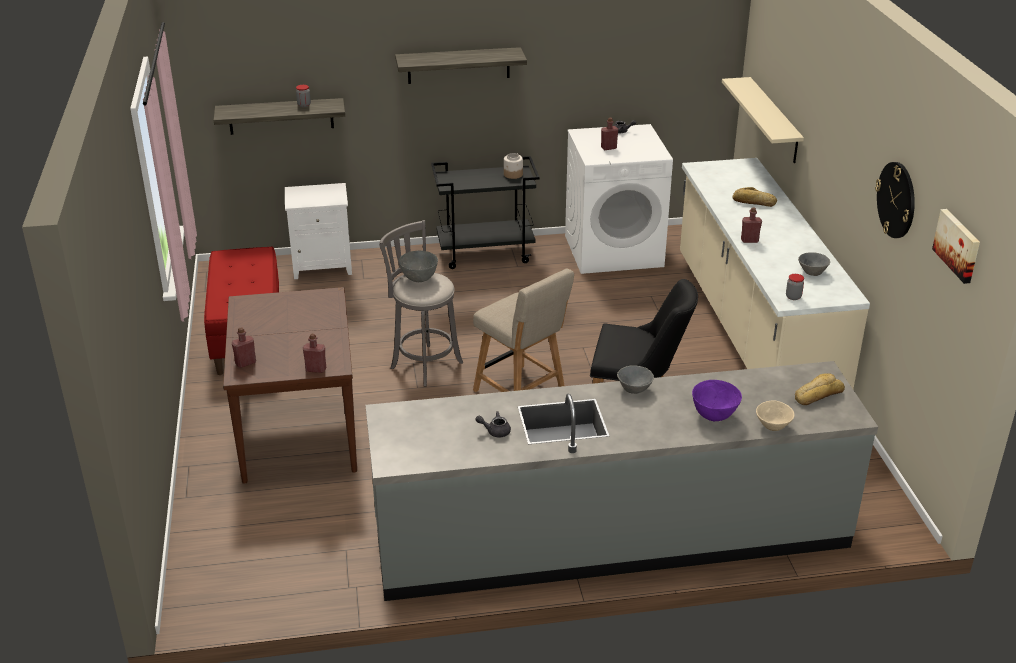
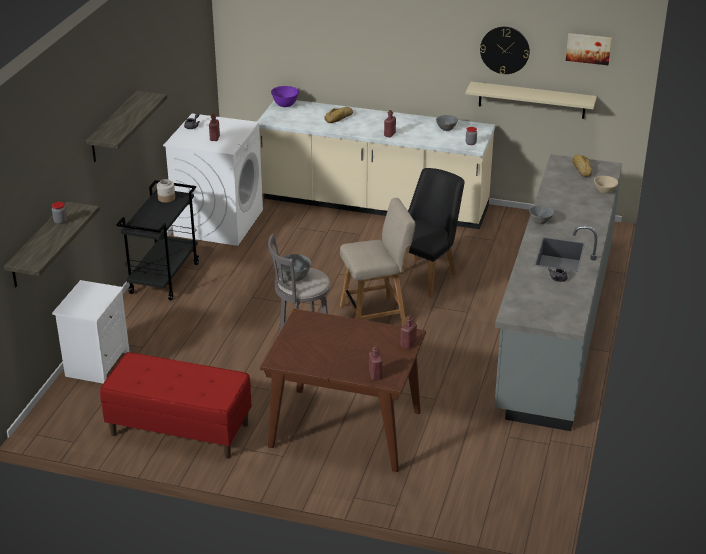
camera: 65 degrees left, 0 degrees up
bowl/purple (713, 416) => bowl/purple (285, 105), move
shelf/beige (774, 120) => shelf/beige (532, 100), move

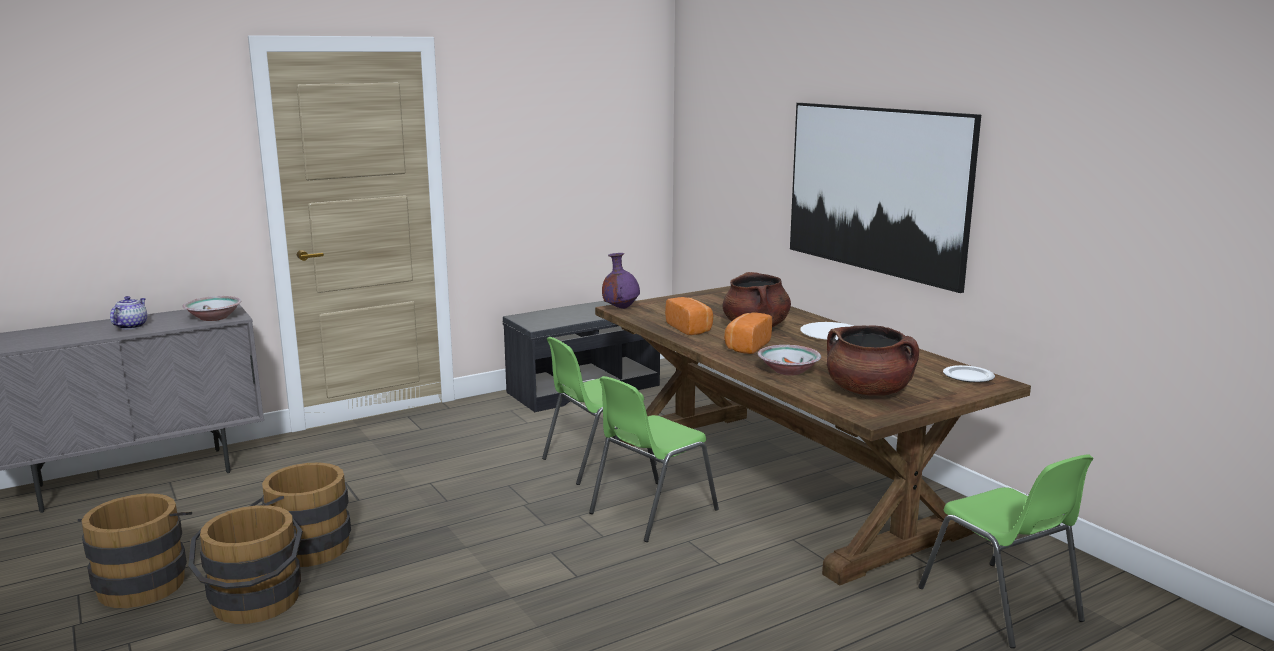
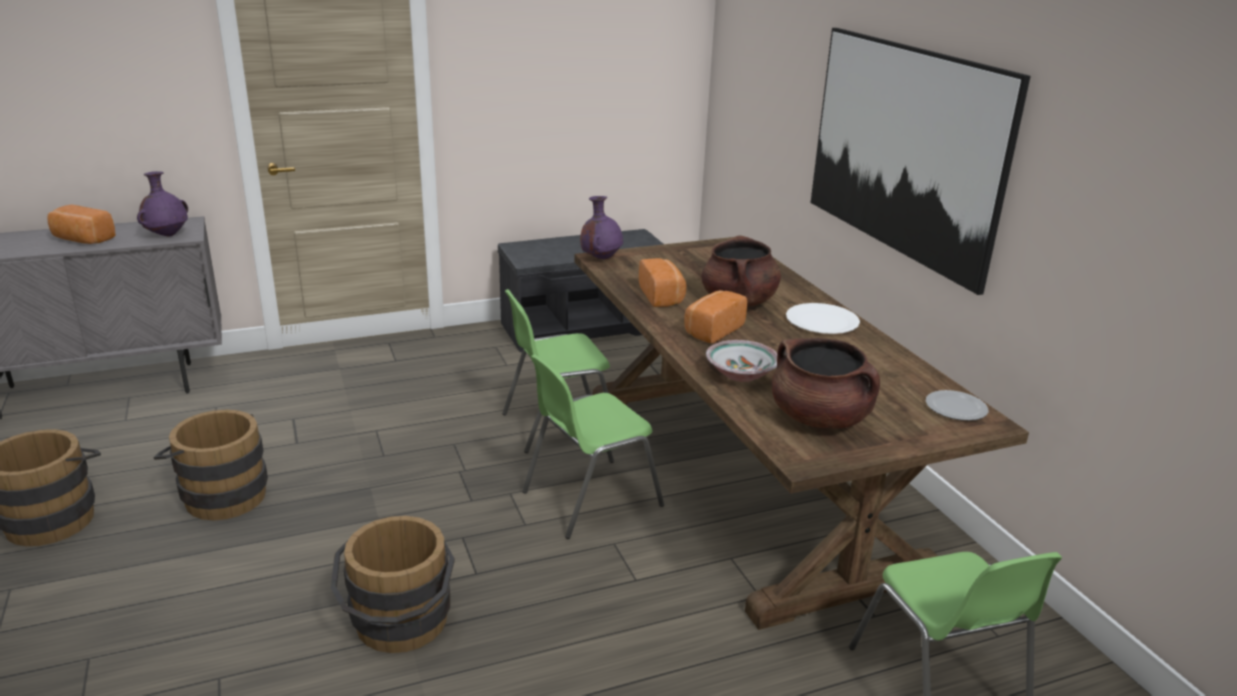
camera: 10 degrees right, 10 degrees up
teapot (131, 326) => bread (82, 239)
bowl (214, 317) => vase/purple (167, 235)
bucket/brown (255, 605) => bucket/brown (400, 627), move

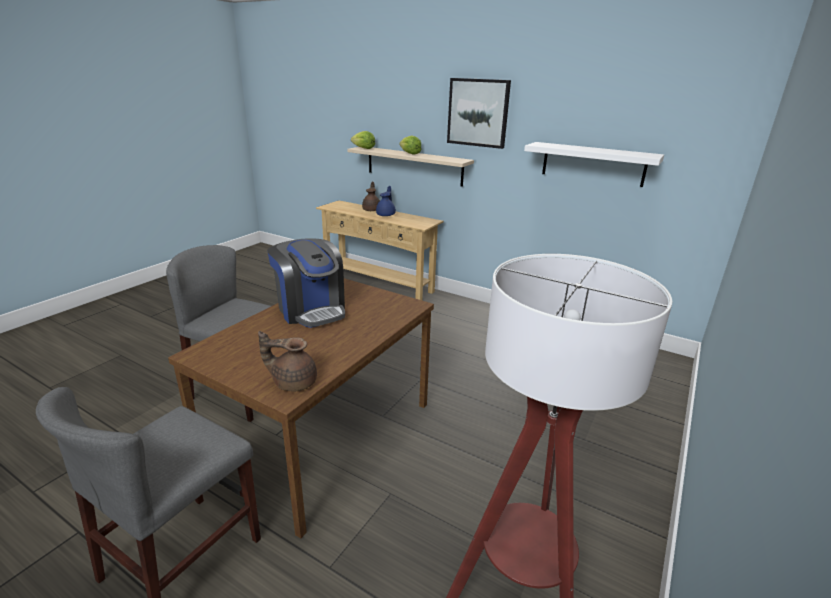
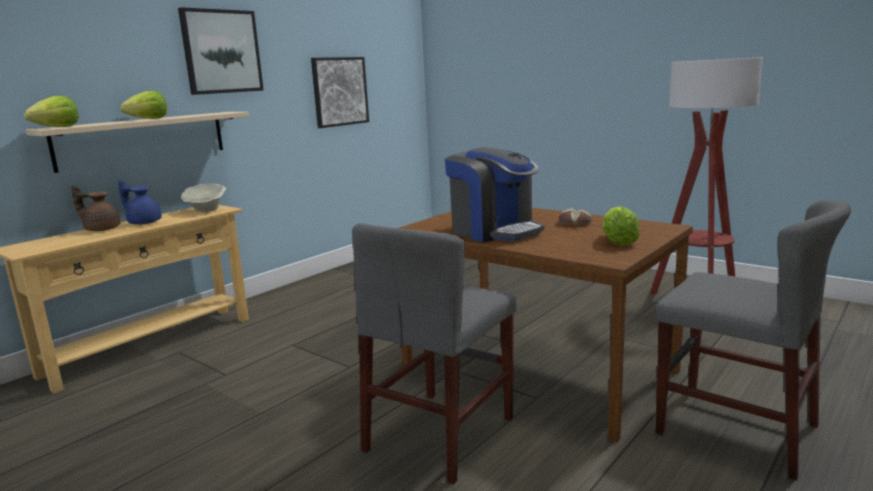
camera: 80 degrees left, 10 degrees down
teapot/brown (293, 382) => nothing
coffee machine (311, 310) => coffee machine (494, 231), 75 degrees clockwise
shelf/white (593, 164) => picture (339, 91)
nothing => bowl/beige (206, 210)
nothing => bread (574, 223)
nothing => lettuce (618, 241)

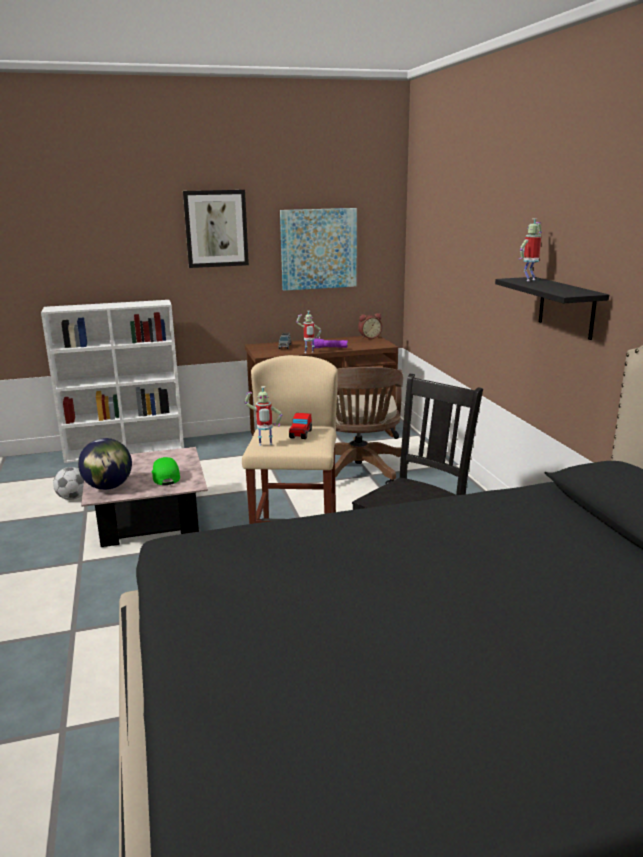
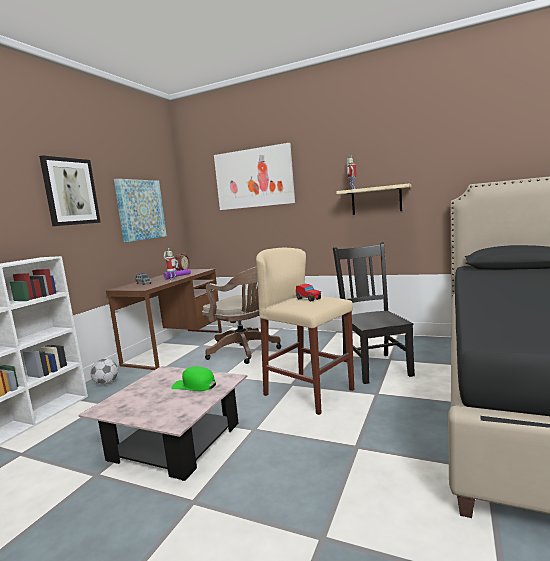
camera: 50 degrees left, 10 degrees down
football (73, 498) => football (106, 383), move
globe (108, 487) => nothing
toy robot (265, 445) => nothing
shelf/black (566, 307) => shelf/beige (376, 200)
nothing => picture (254, 178)

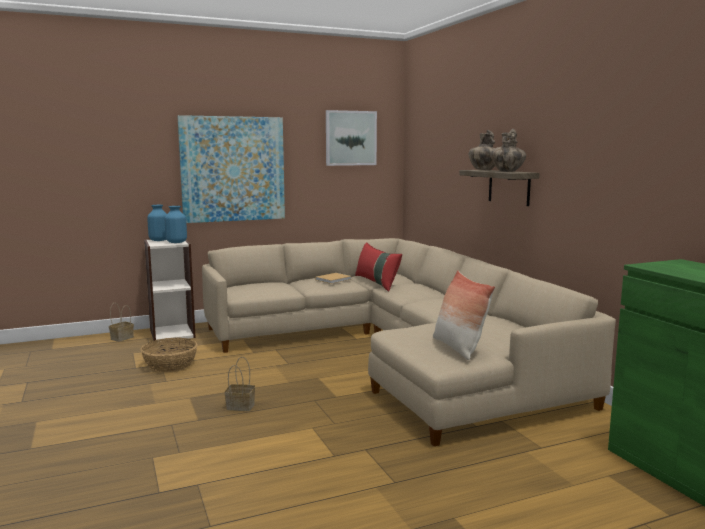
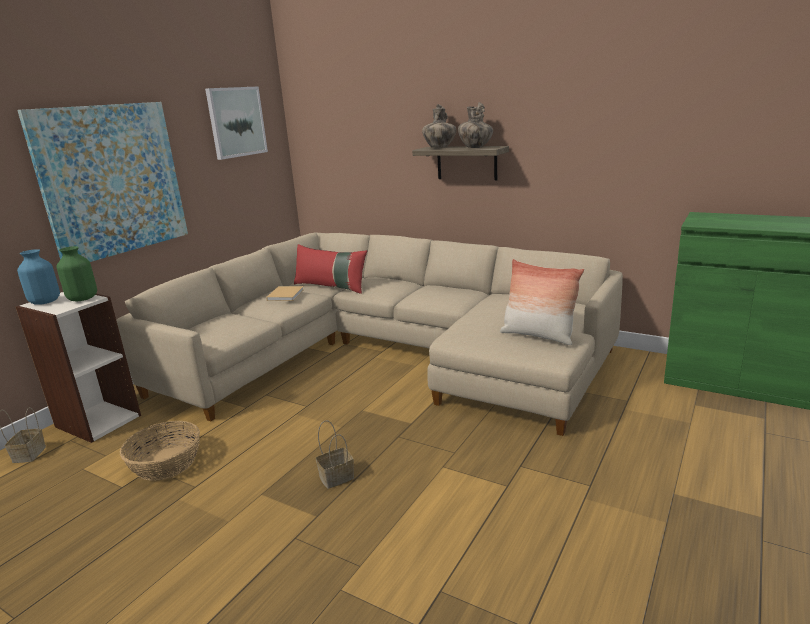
camera: 35 degrees left, 10 degrees up
vase/blue (176, 242) => vase/green (82, 299)

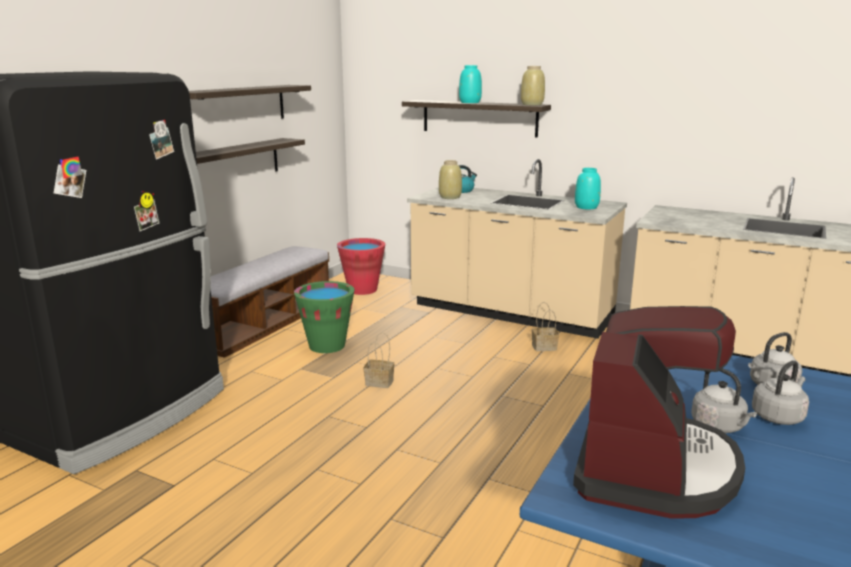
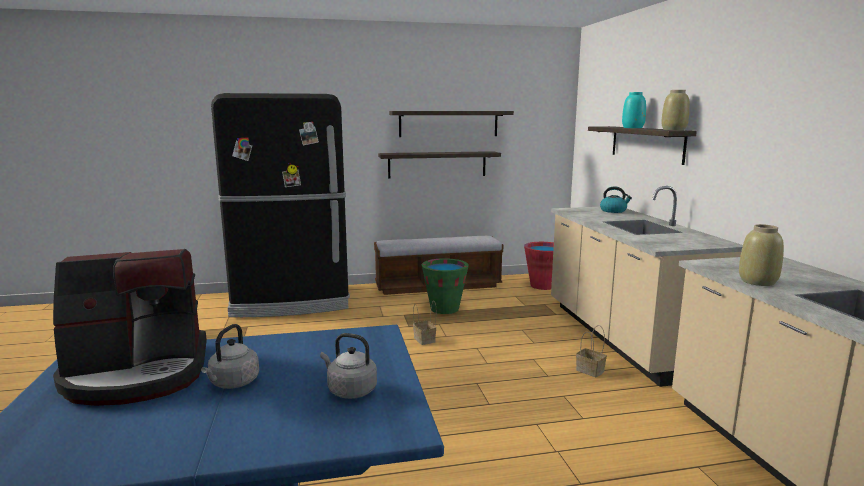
camera: 50 degrees right, 5 degrees down
vase/beige (450, 197) => vase/beige (757, 281), move
vase/turquoise (586, 207) => nothing
kettle/grey (778, 416) => nothing

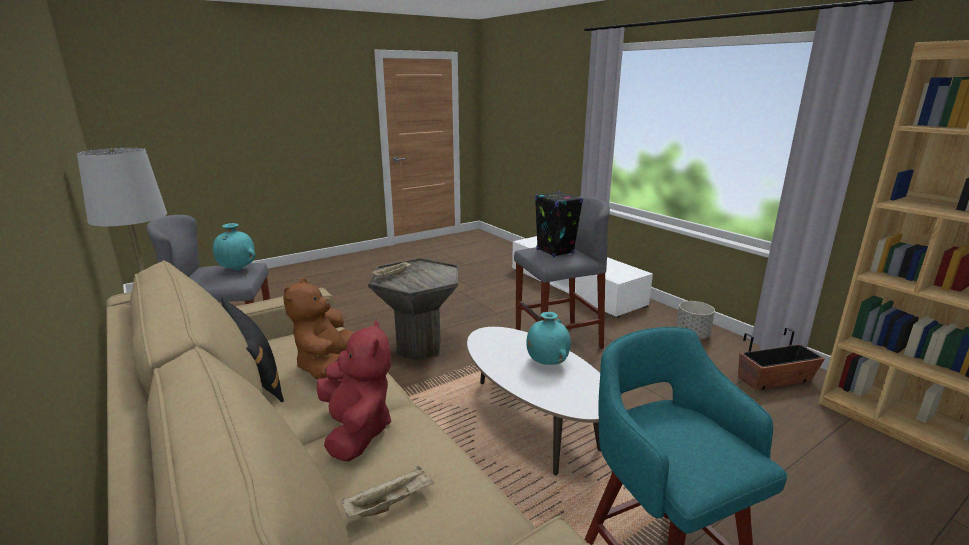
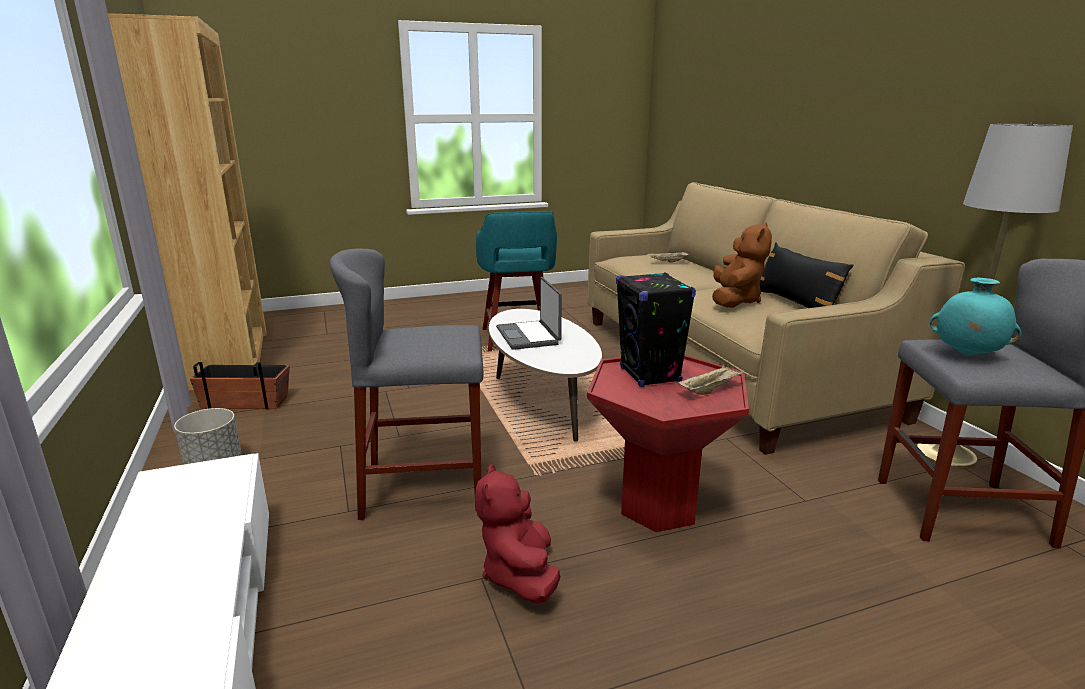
camera: 165 degrees left, 0 degrees up
plush toy/red (356, 430) => plush toy/red (520, 574), move
side table/grey (419, 348) => side table/red (659, 507)
vase/turquoise (547, 363) => laptop (529, 336)
speaker/black (555, 251) => speaker/black (650, 376), move

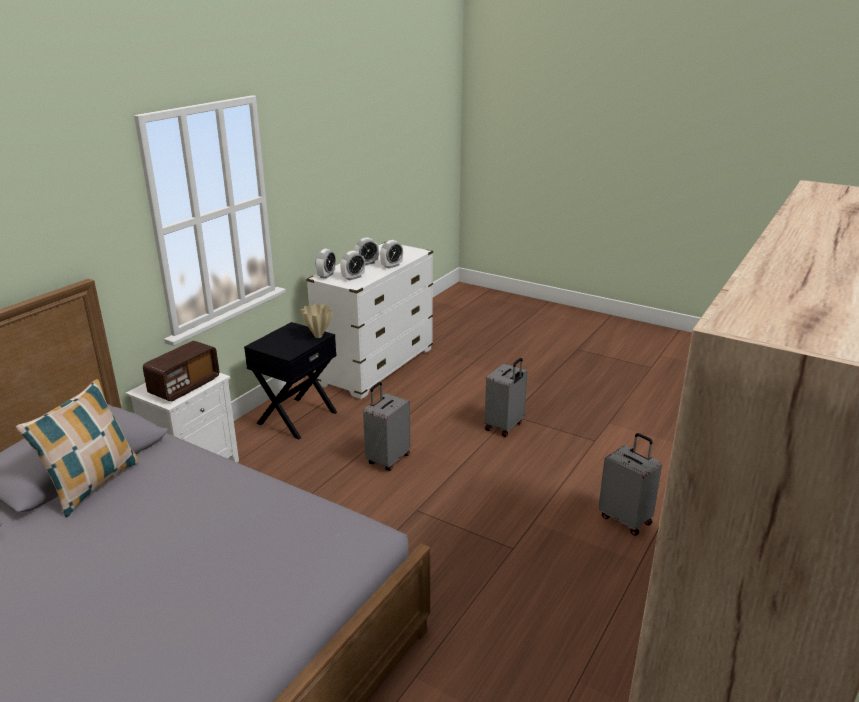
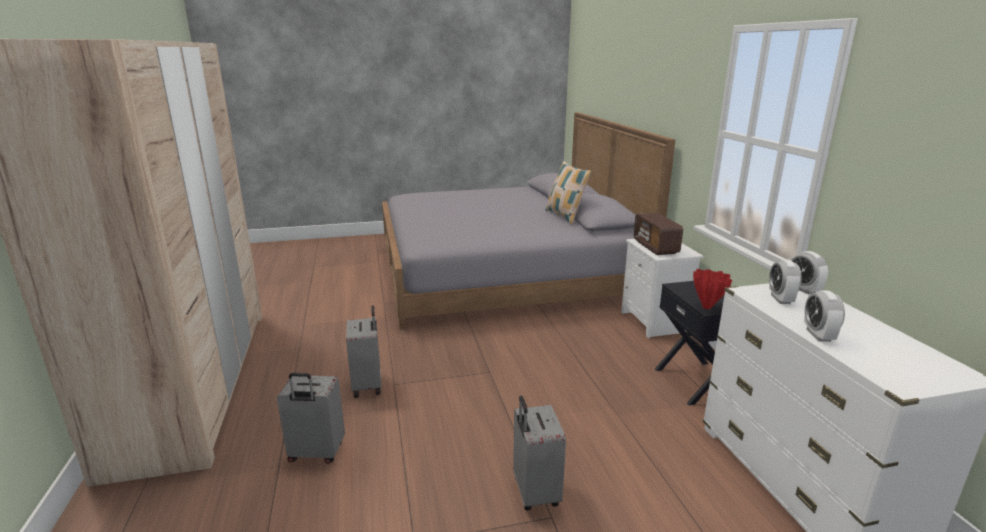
camera: 135 degrees right, 5 degrees down
vase/beige (318, 336) => vase/red (707, 307)
alarm clock (367, 263) => nothing
suitcase/grey (387, 459) => suitcase/grey (368, 386), move

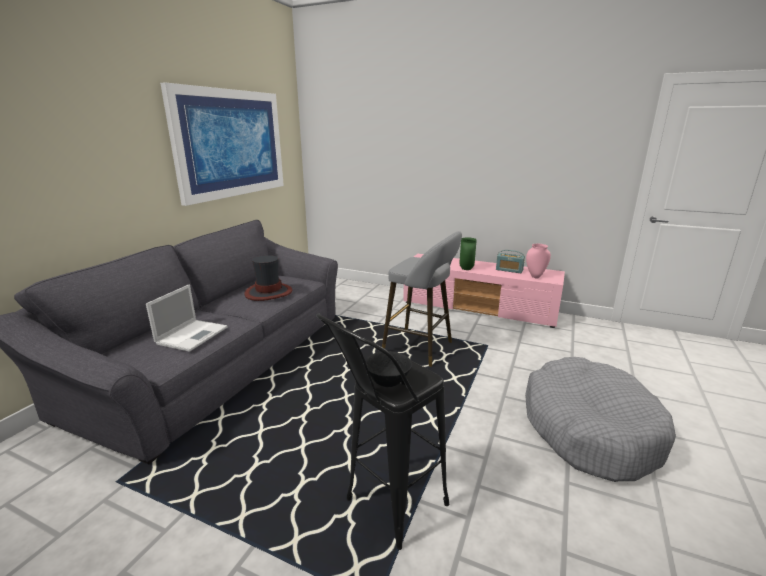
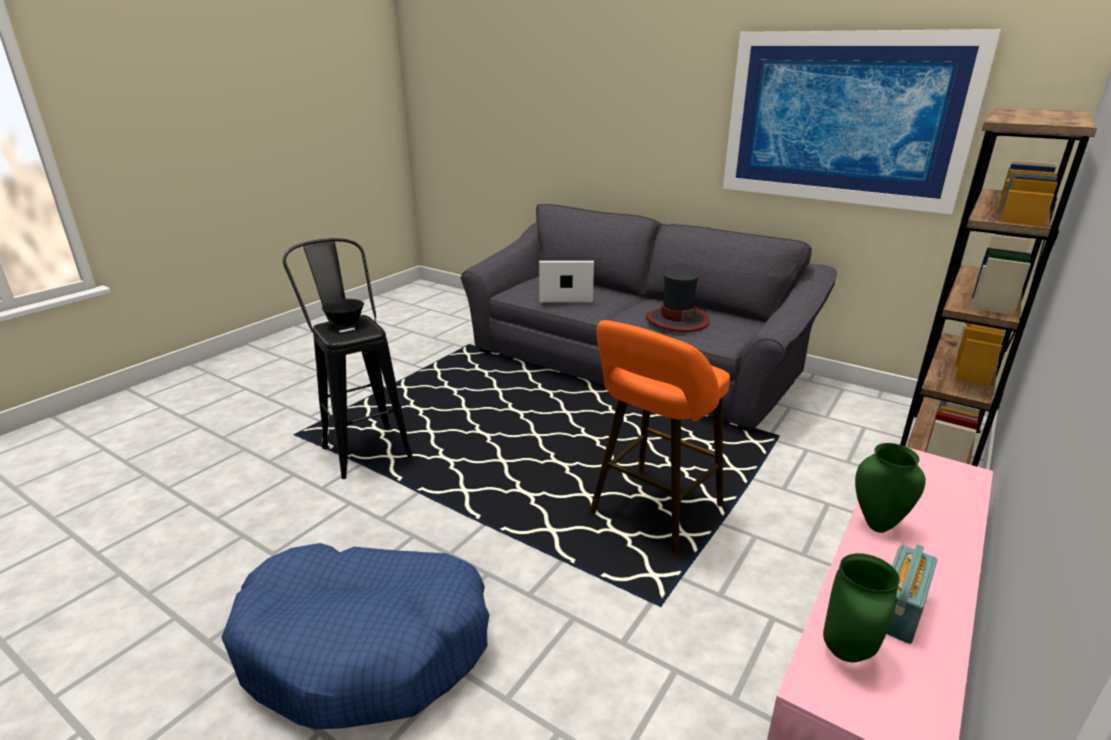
camera: 100 degrees right, 5 degrees up
laptop (193, 335) => laptop (564, 296), 150 degrees clockwise
stool/grey (421, 349) => stool/orange (652, 513)
dog bed/grey (589, 429) => dog bed/blue (366, 646)
vase/pink (535, 276) => vase/green (848, 653)
nothing => bookcase/brown (937, 452)

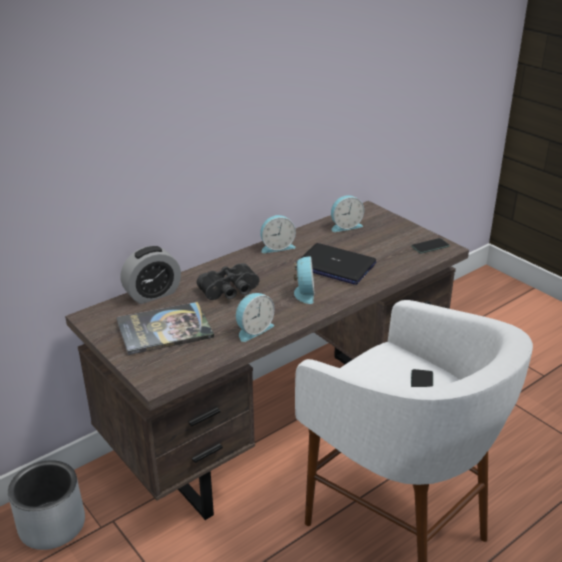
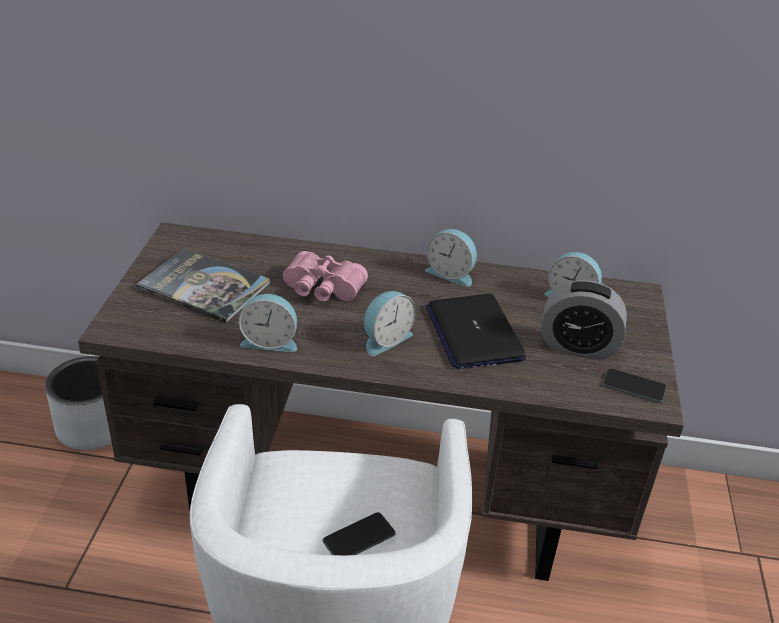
camera: 45 degrees right, 5 degrees up
alarm clock (153, 294) => alarm clock (578, 346), move
binoculars/black (231, 291) => binoculars/pink (322, 290)

